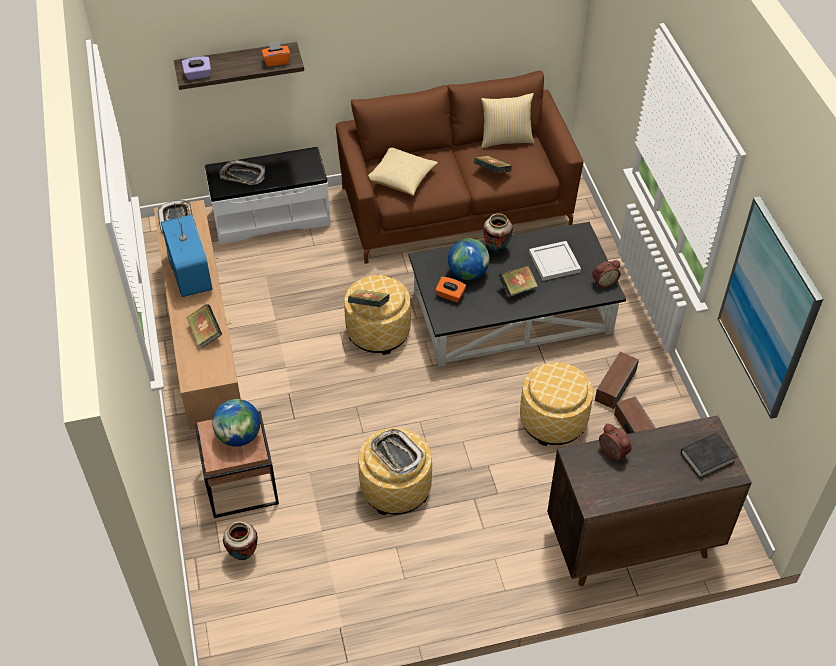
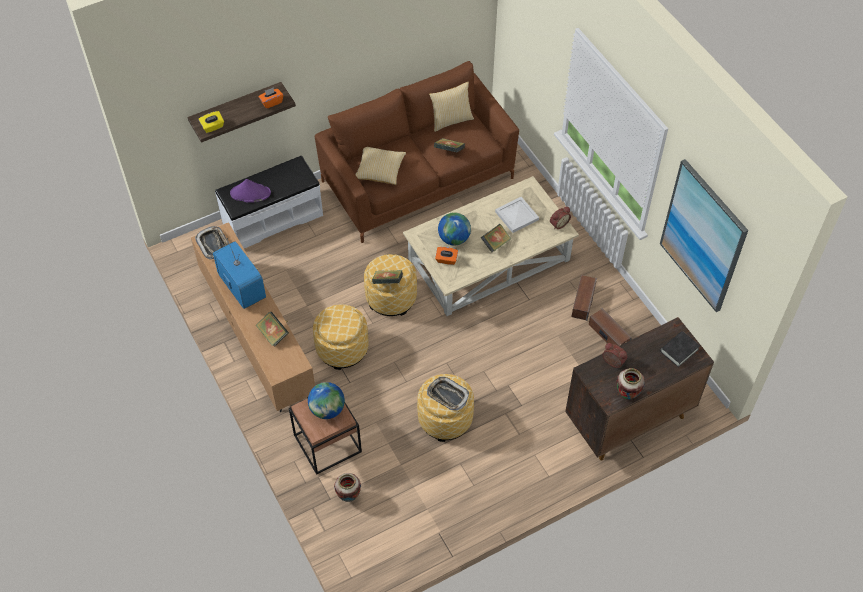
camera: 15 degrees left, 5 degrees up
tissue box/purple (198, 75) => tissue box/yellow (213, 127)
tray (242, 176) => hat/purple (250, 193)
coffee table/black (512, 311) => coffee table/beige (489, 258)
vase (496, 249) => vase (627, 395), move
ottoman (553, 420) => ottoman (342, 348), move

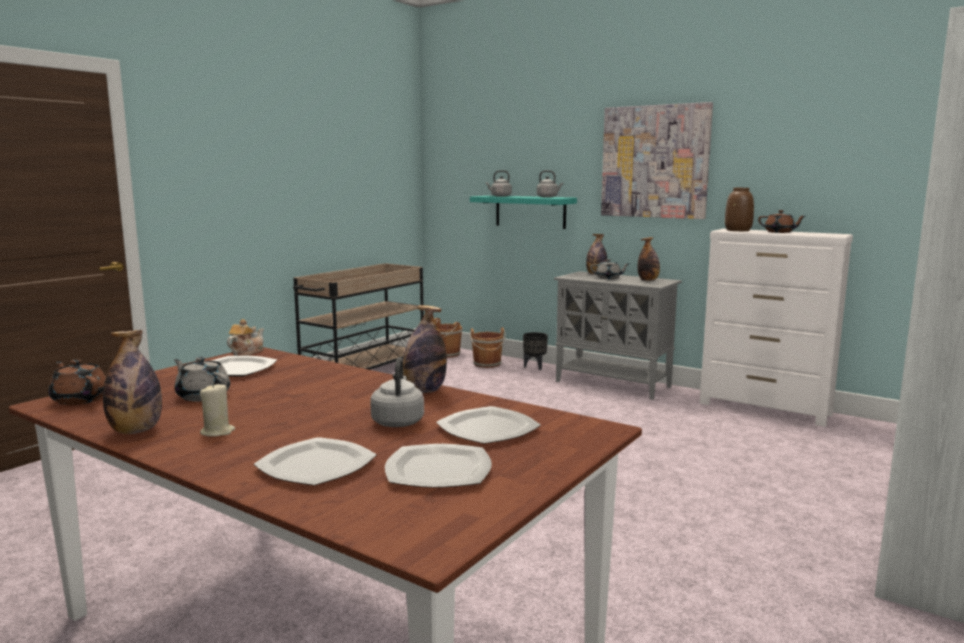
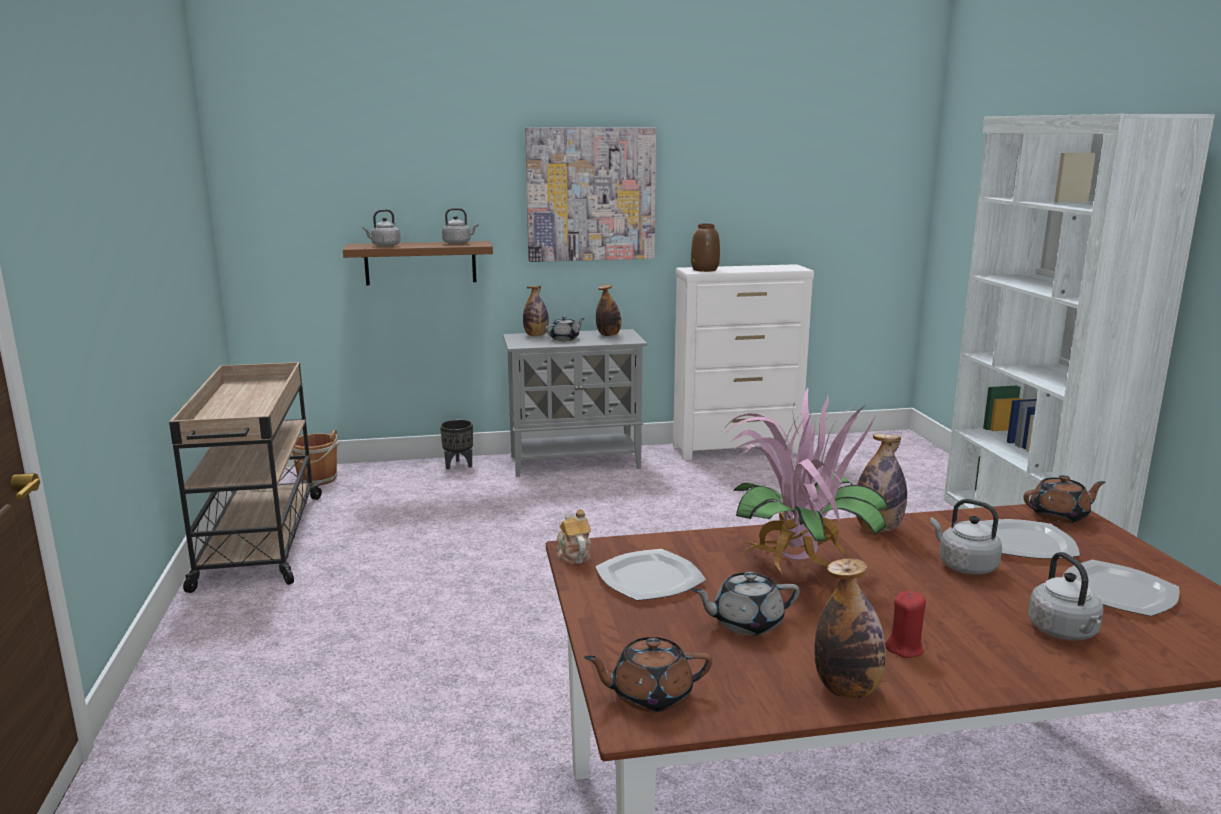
camera: 45 degrees left, 5 degrees up
candle/beige (217, 432) => candle/red (904, 648)
plate (316, 466) => kettle/grey (1064, 632)
shelf/turquoise (530, 211) => shelf/brown (420, 263)
bucket/brown (487, 364) => nothing
teapot/brown (780, 232) => teapot/brown (1060, 516), move
nothing => potted plant (799, 572)

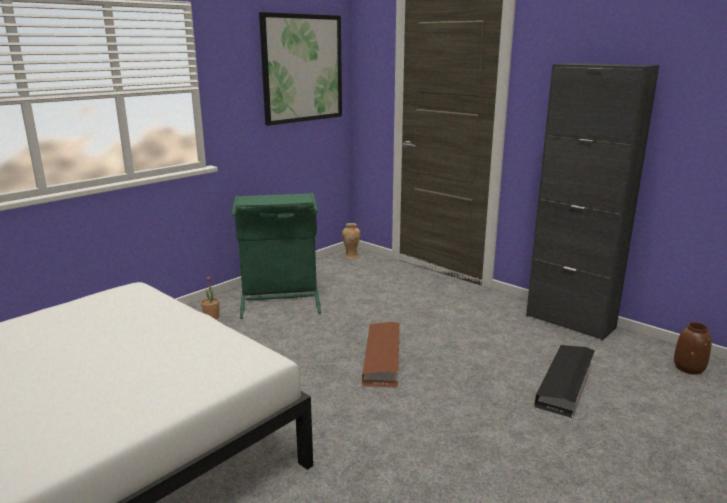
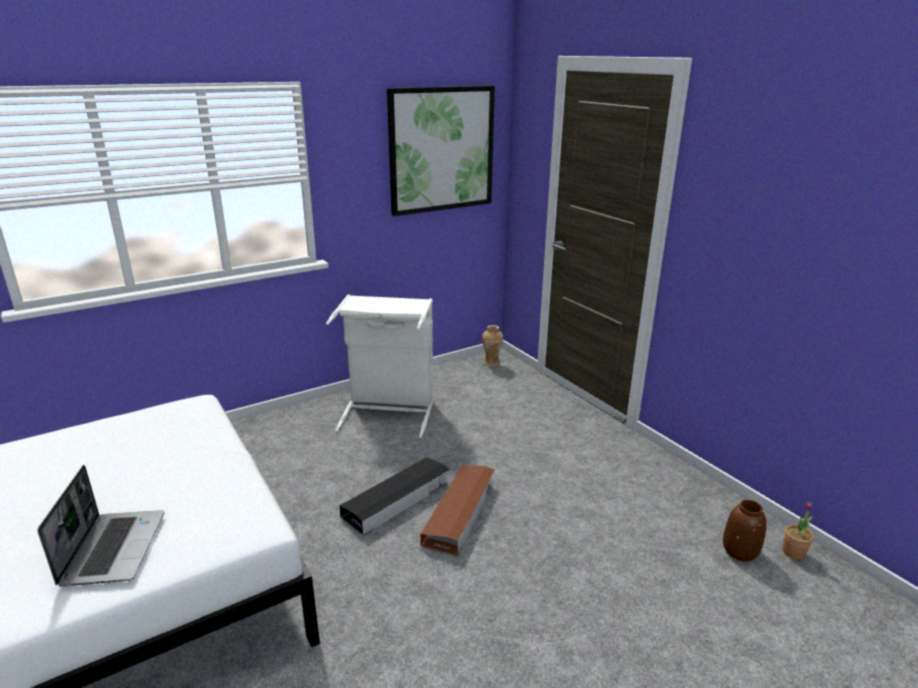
camera: 15 degrees right, 5 degrees up
potted plant (211, 317) => potted plant (793, 552), move
laundry basket/green (280, 299) => laundry basket/white (388, 411)
cabinet/black (570, 321) => nothing
storage box/black (565, 384) => storage box/black (397, 499), move
vase/brown (688, 368) => vase/brown (739, 551), move
nothing => laptop (113, 548)

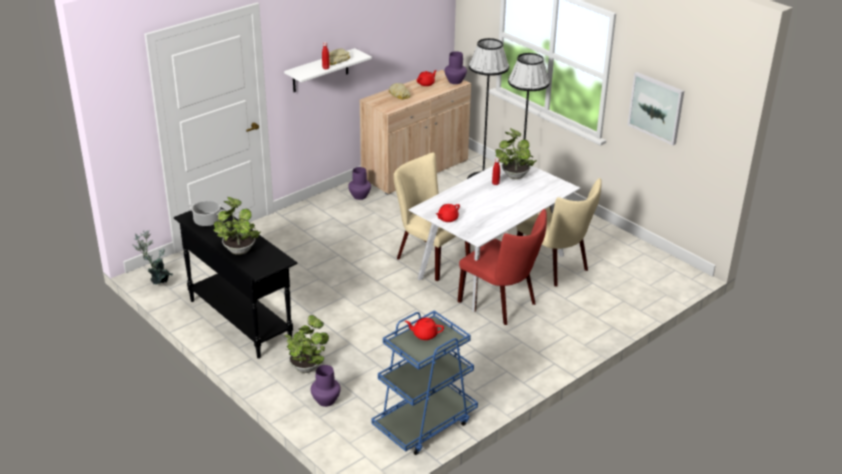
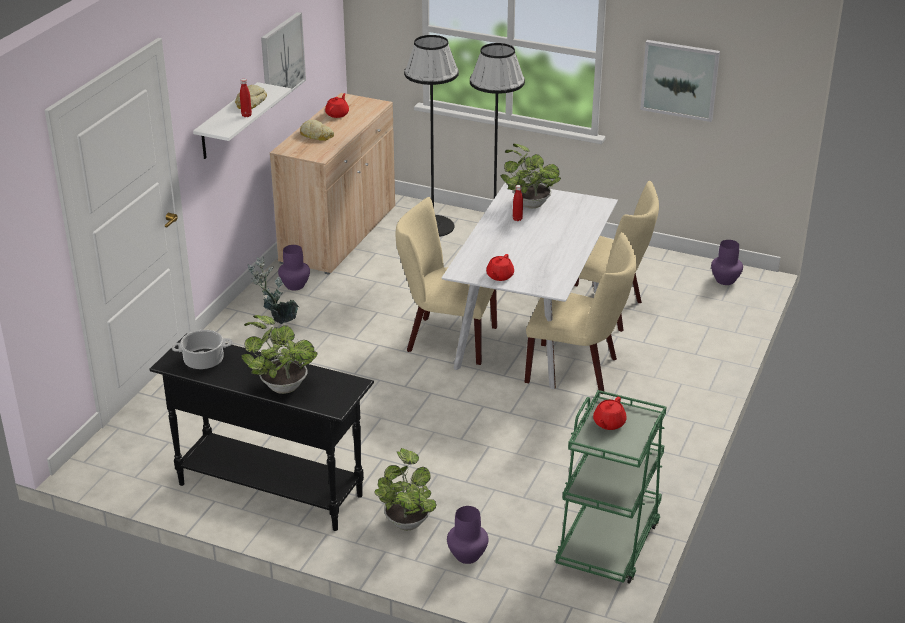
camera: 25 degrees left, 0 degrees up
potted plant (158, 282) => potted plant (277, 322), move
cart/blue (424, 423) => cart/green (608, 542)
teapot/red (424, 334) => teapot/red (608, 423), 45 degrees counterclockwise
vase/purple (455, 81) => vase/purple (725, 280), move
chair/red (501, 304) => chair/beige (578, 370)
nothing => picture (281, 59)

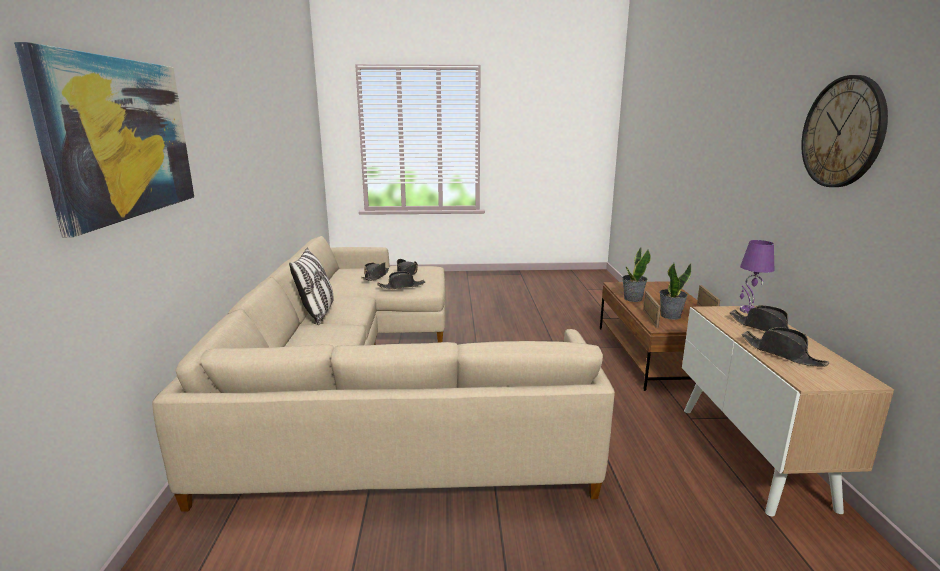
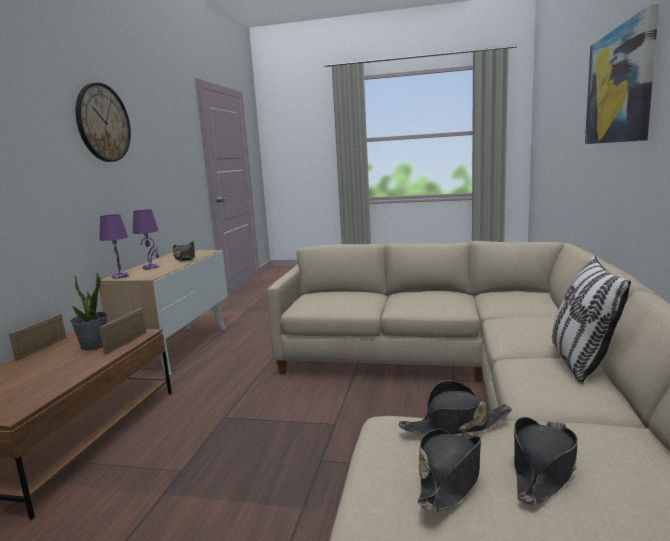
camera: 165 degrees left, 5 degrees down
potted plant (632, 299) => nothing
hat/black (765, 329) => table lamp/purple (151, 267)

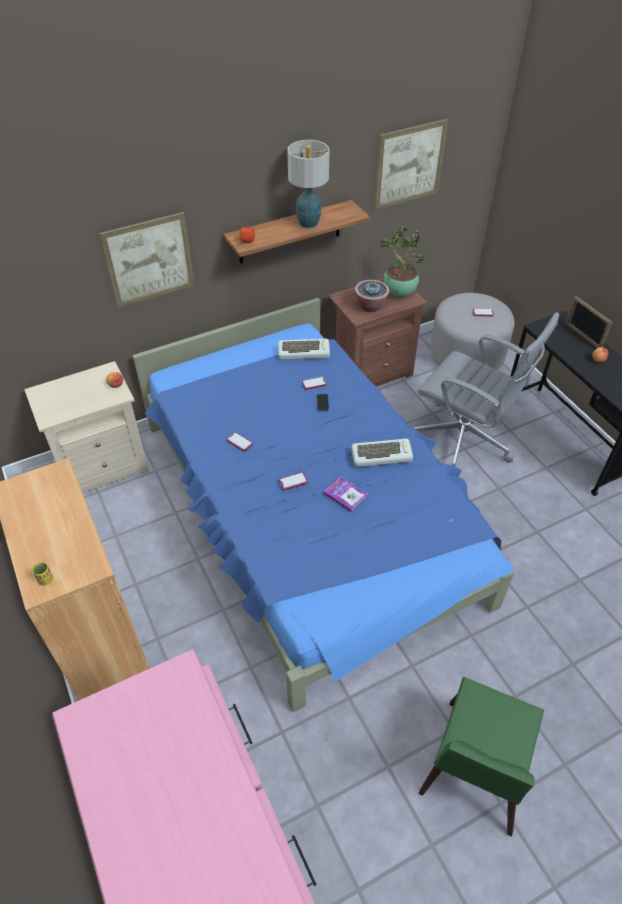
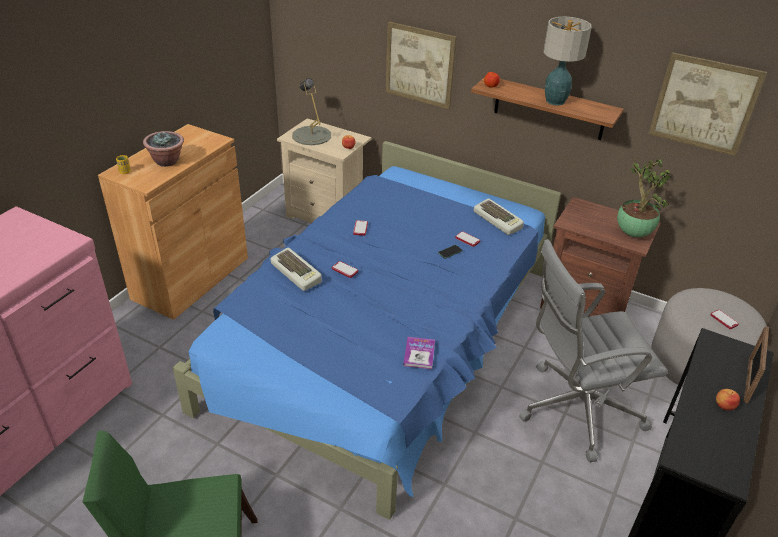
camera: 55 degrees right, 10 degrees down
book (345, 494) => book (419, 354), move
keyboard (382, 455) => keyboard (297, 273), move
potted plant (370, 306) => potted plant (167, 161), move
office chair/grey (464, 441) => office chair/grey (576, 409), 75 degrees clockwise
nothing => table lamp/grey (311, 135)

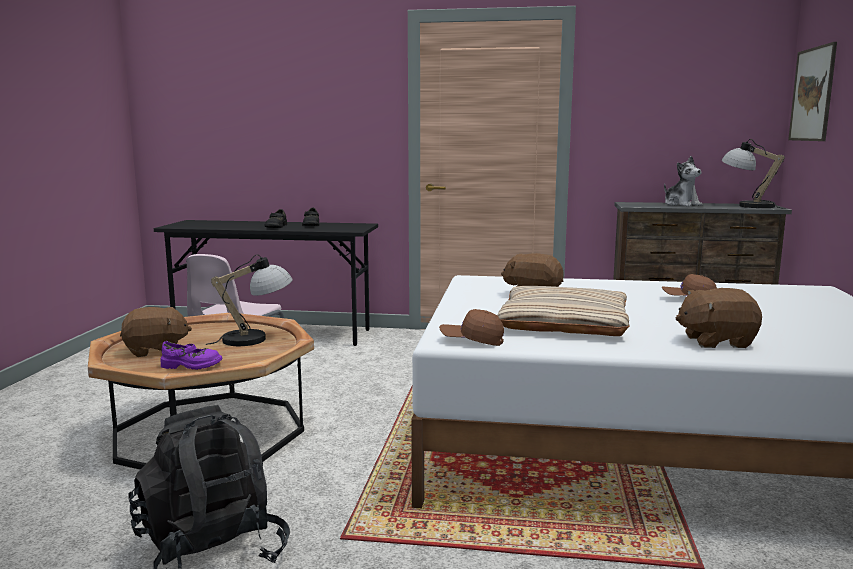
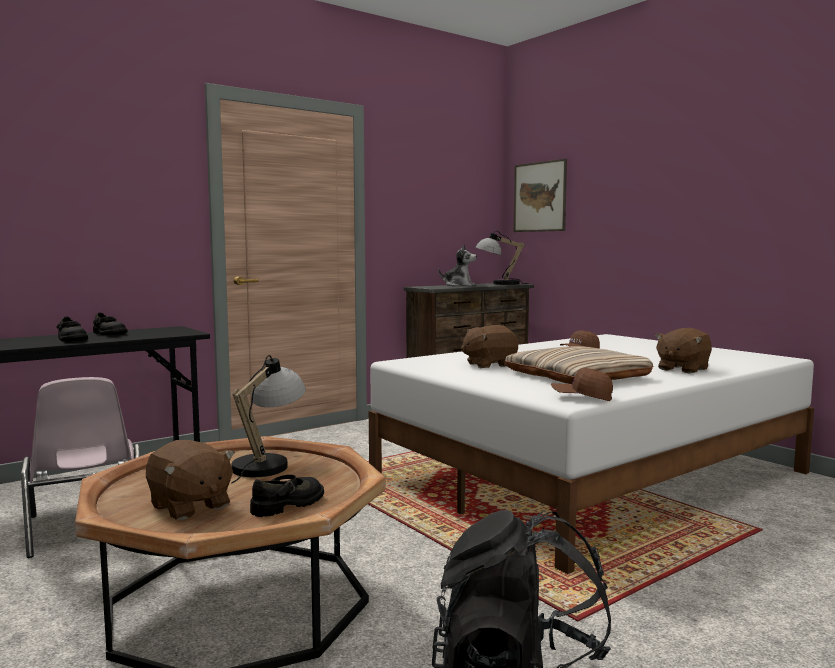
camera: 45 degrees left, 5 degrees down
plush toy/brown (156, 351) => plush toy/brown (189, 506), 105 degrees clockwise
shoe/purple (191, 365) => shoe/black (289, 504)
cap/brown (472, 341) => cap/brown (581, 398), 45 degrees clockwise

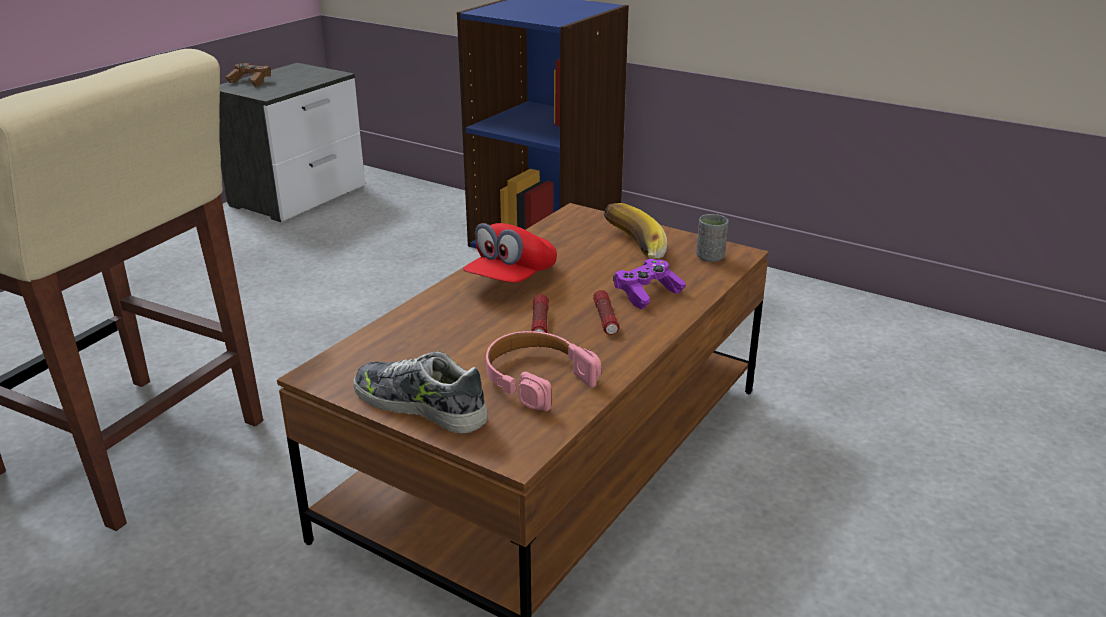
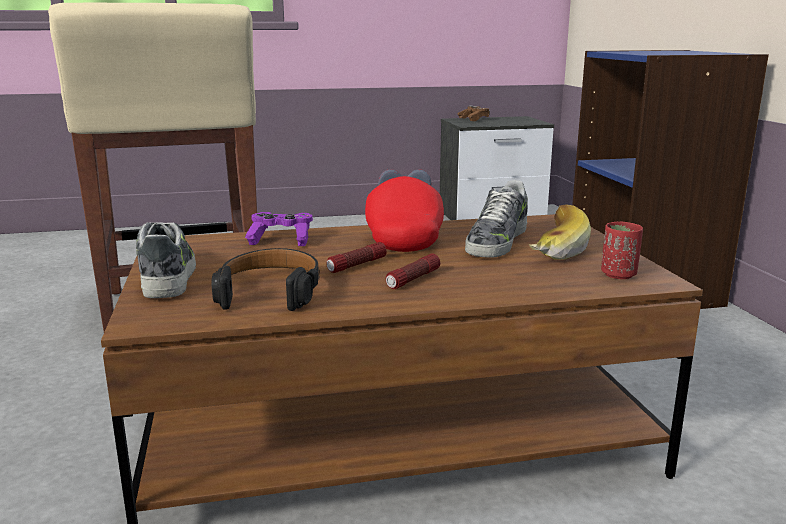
camera: 45 degrees right, 10 degrees down
cap/red (511, 279) => cap/red (404, 238), 105 degrees clockwise
headphones/pink (537, 379) => headphones/black (270, 291)
game controller/purple (647, 294) => game controller/purple (281, 240), move
cup/grey (710, 257) => cup/red (618, 274)
nothing => shoe (496, 241)

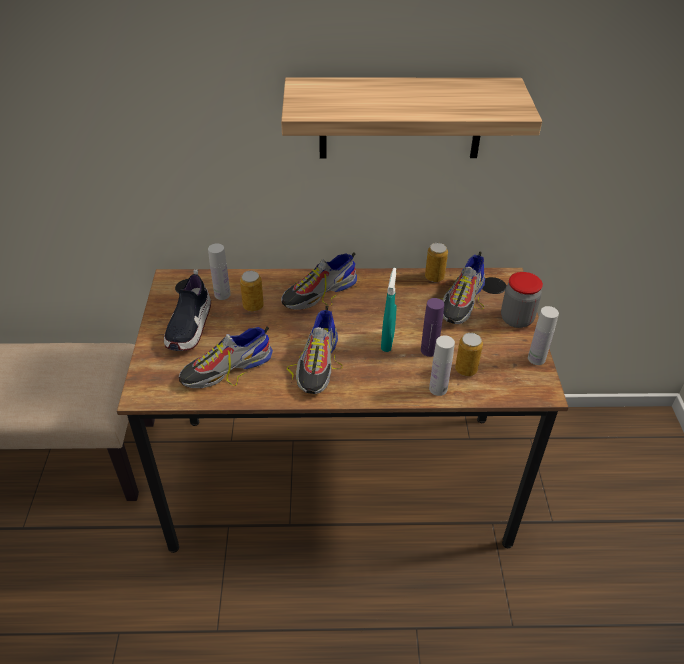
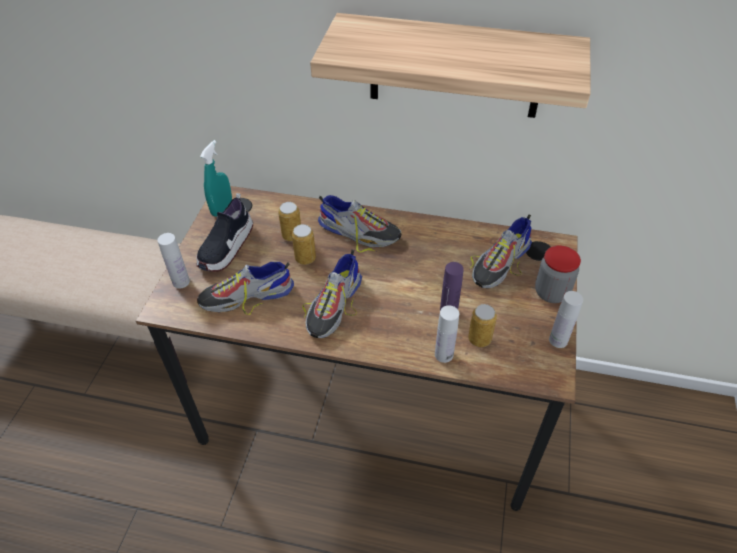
camera: 15 degrees right, 5 degrees up
bottle/white (222, 294) => bottle/white (181, 282), move
shoe (319, 293) => shoe (359, 231), 135 degrees counterclockwise
spray bottle/turquoise (387, 342) => spray bottle/turquoise (222, 208), move
can (434, 277) => can (305, 258), move

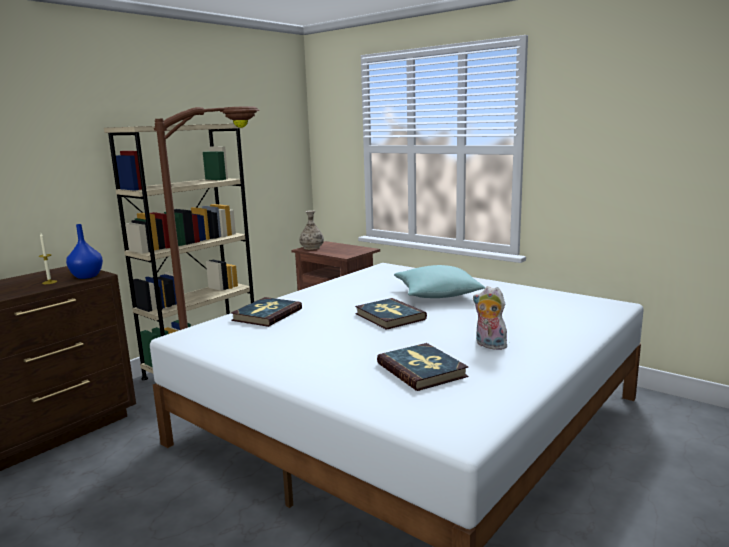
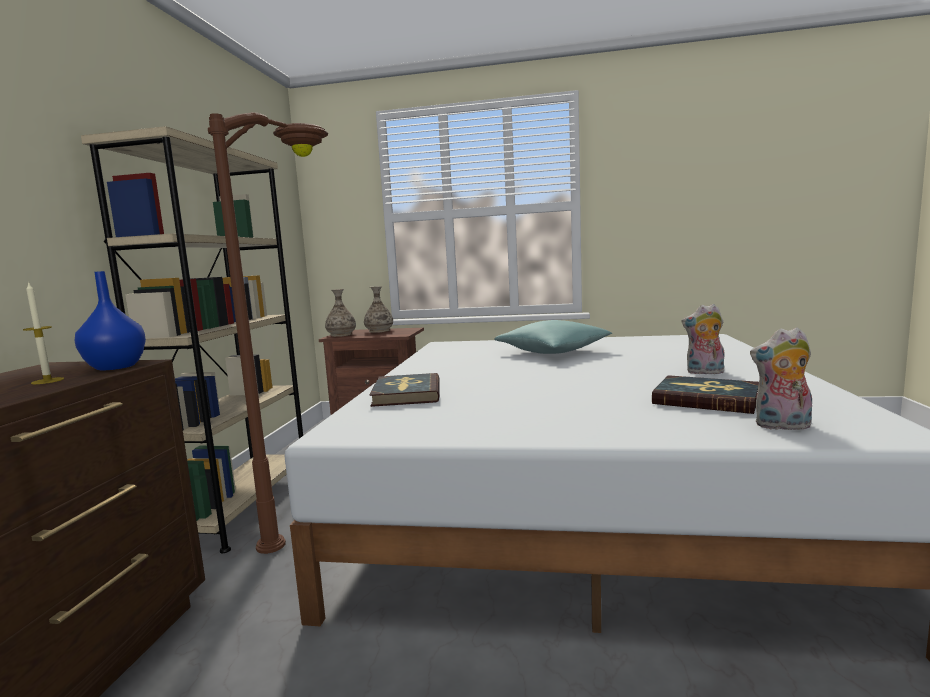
camera: 30 degrees left, 5 degrees down
book (389, 316) => nothing
nothing => vase (379, 331)
nothing => plush toy (782, 426)

